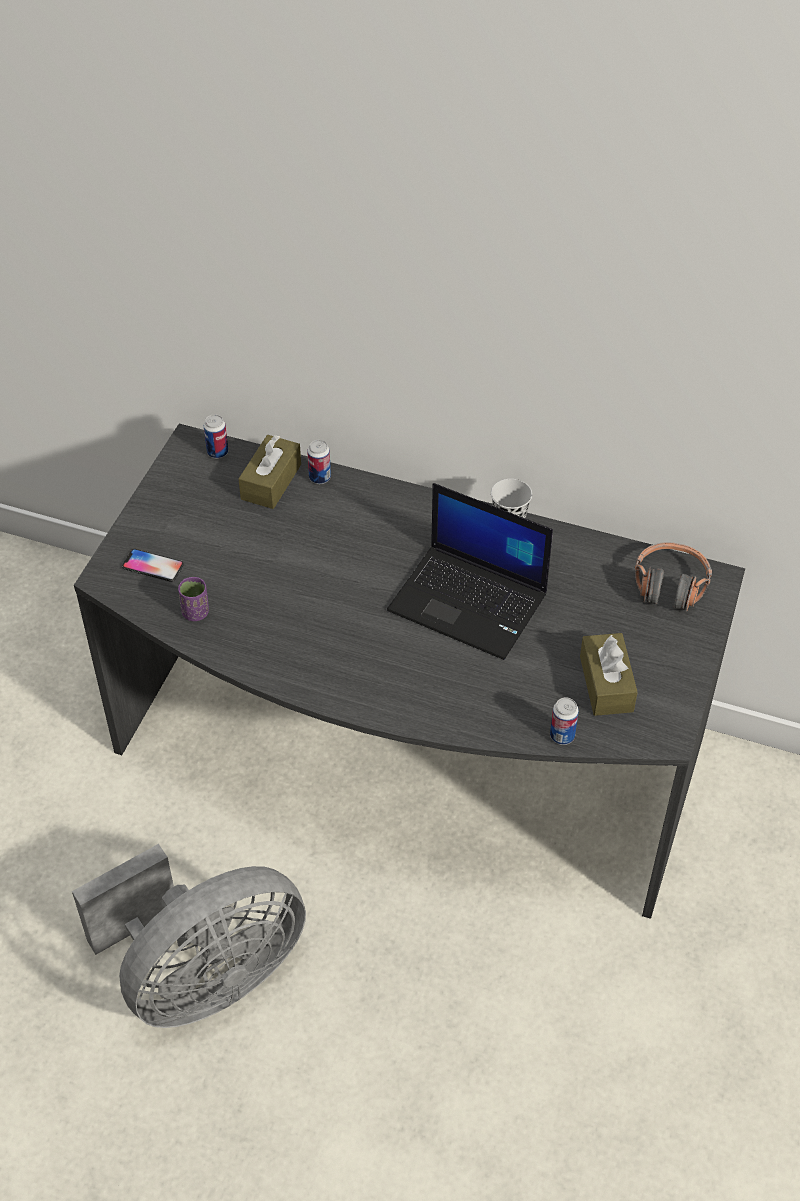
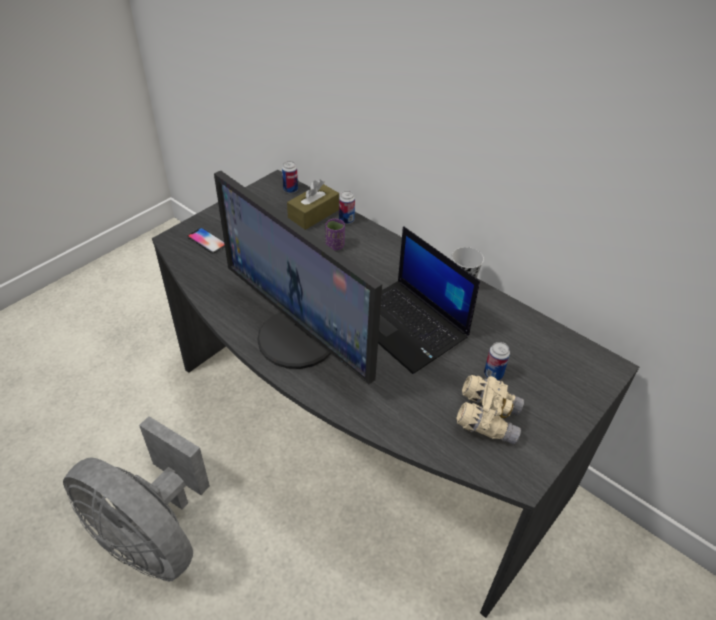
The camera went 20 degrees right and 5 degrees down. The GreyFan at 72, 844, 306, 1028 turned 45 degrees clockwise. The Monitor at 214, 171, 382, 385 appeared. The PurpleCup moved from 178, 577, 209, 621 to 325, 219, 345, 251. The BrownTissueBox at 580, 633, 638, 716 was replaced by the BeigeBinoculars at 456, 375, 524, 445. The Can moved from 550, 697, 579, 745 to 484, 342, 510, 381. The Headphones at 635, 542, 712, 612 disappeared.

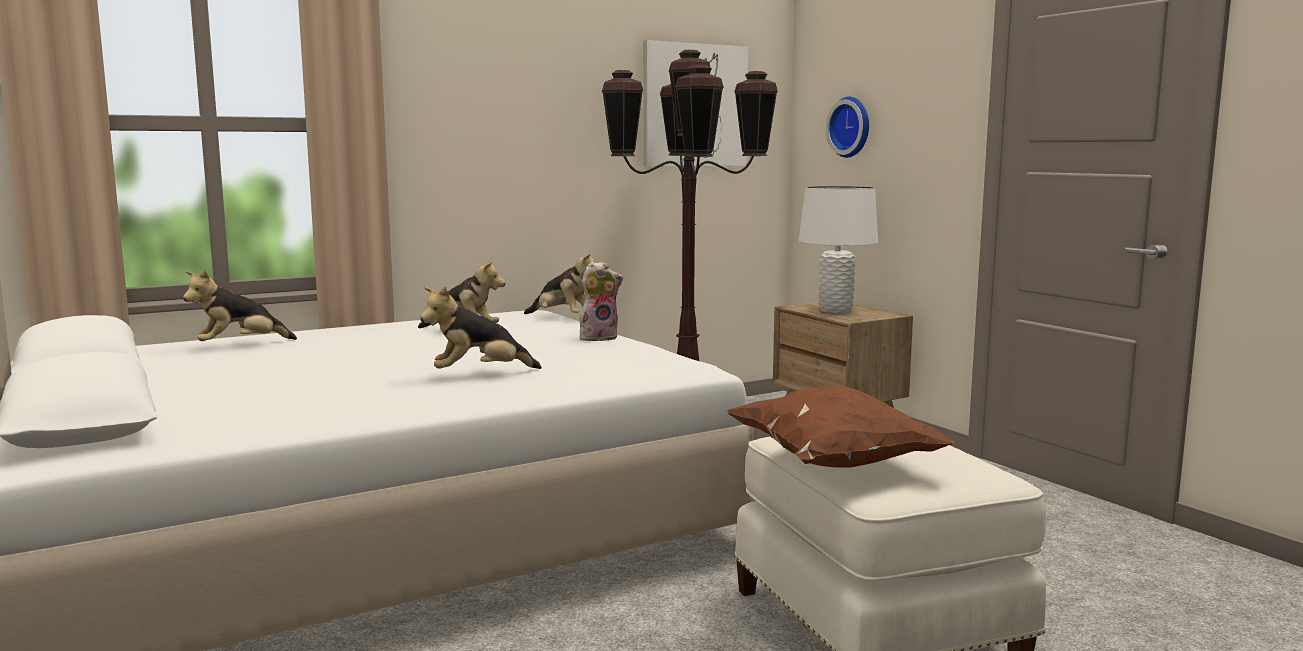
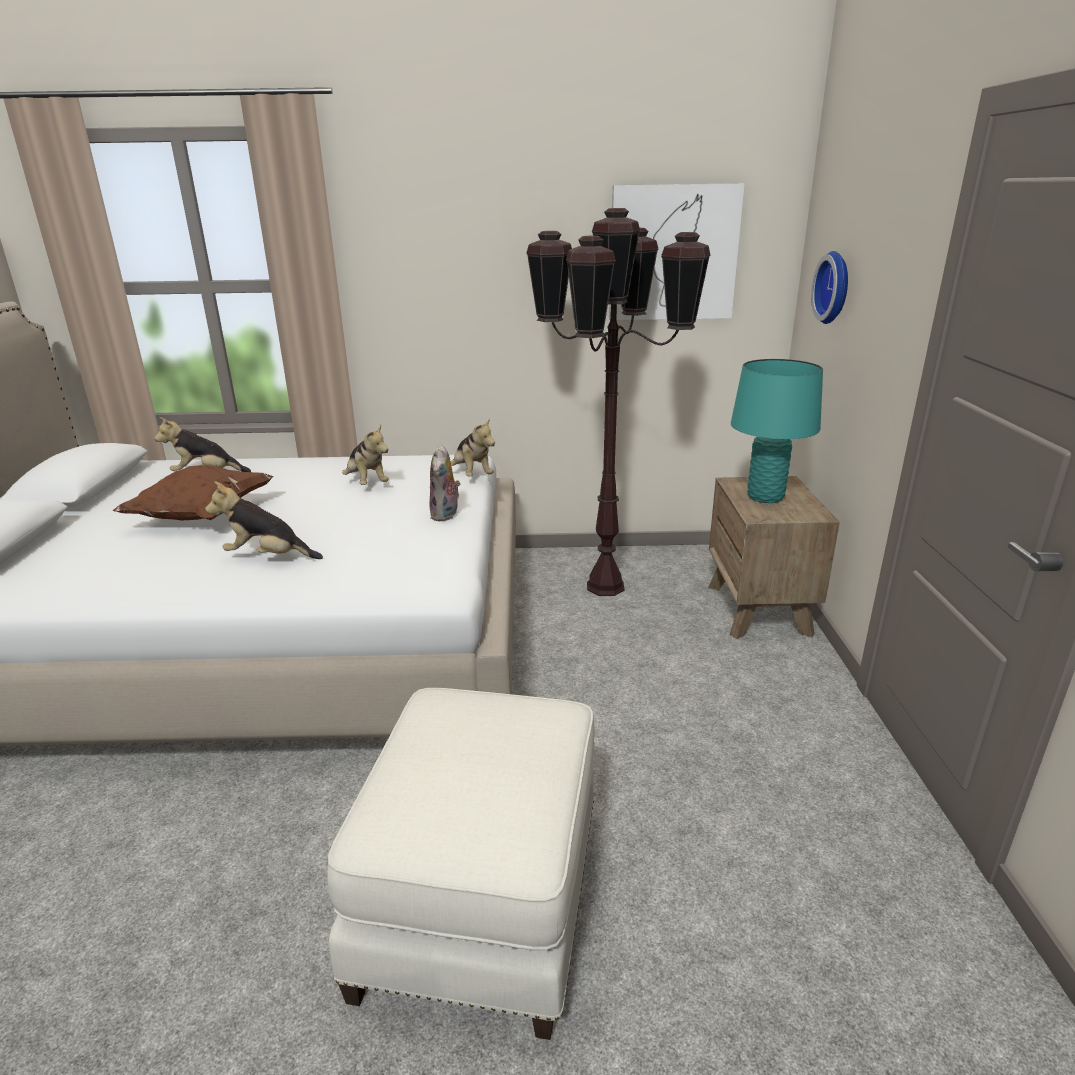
The camera went 30 degrees right and 15 degrees up. The BrownPillow moved from 727, 385, 955, 468 to 113, 465, 274, 521. The PlushToy at 580, 261, 623, 341 turned 90 degrees clockwise. The WhiteTableLamp at 799, 186, 878, 313 became the TurquoiseTableLamp at 731, 359, 823, 503.

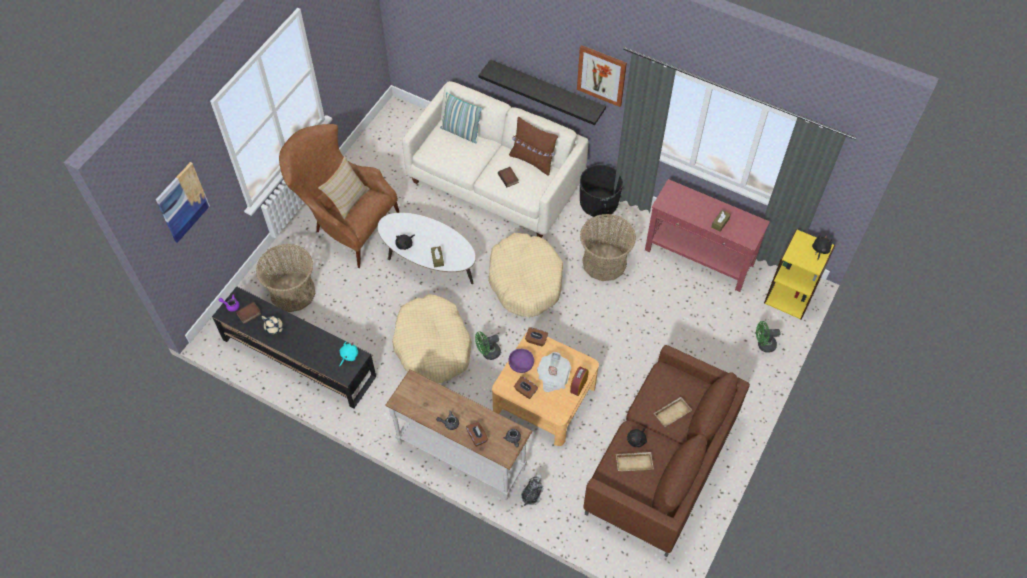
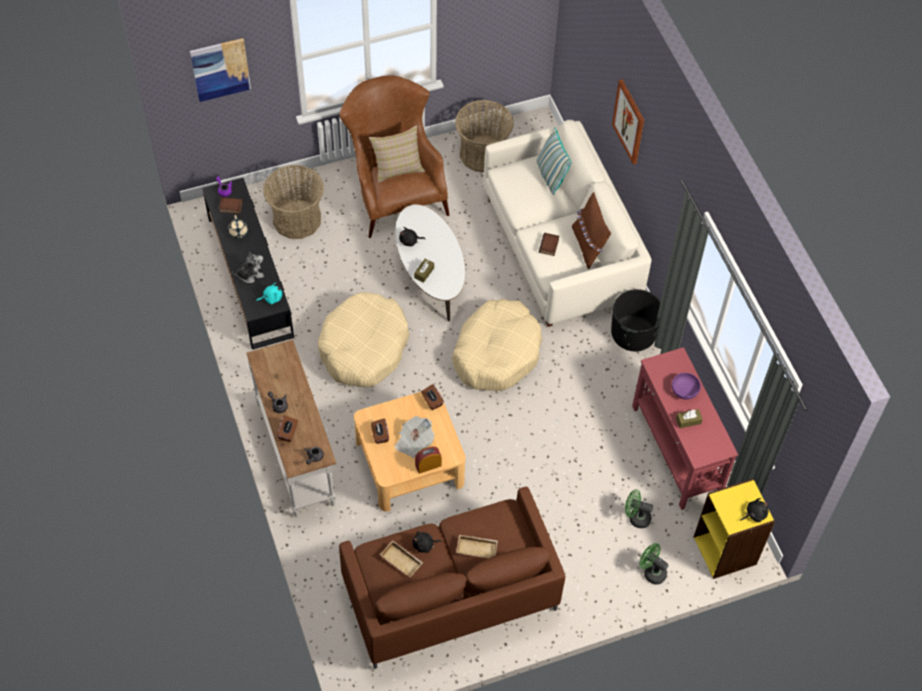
The camera went 40 degrees right and 0 degrees up. The PlushToy moved from 521, 474, 544, 506 to 232, 252, 264, 283. The Basket moved from 580, 214, 636, 281 to 455, 100, 514, 172. The Picture moved from 577, 45, 627, 107 to 612, 79, 644, 164. The GreenFan moved from 475, 331, 501, 360 to 625, 489, 653, 528. The PurpleBowl moved from 508, 349, 534, 373 to 672, 373, 701, 399. The BlackShelf at 479, 59, 606, 125 disappeared.

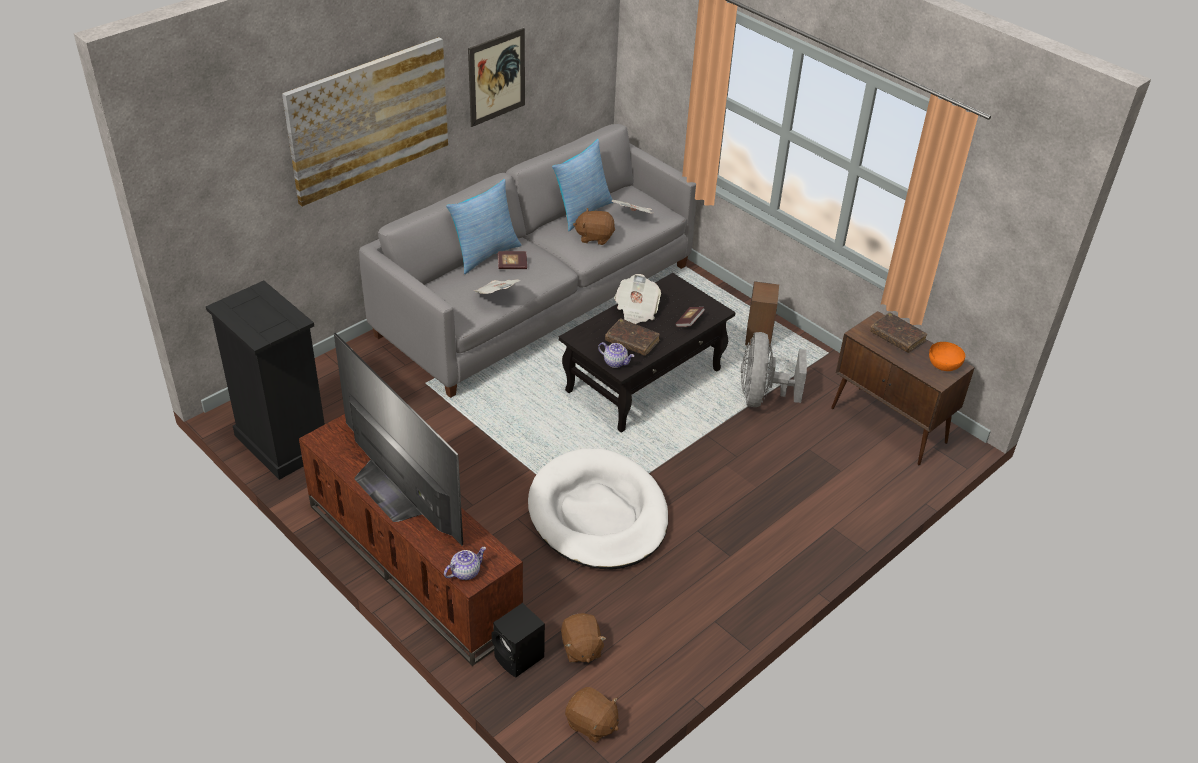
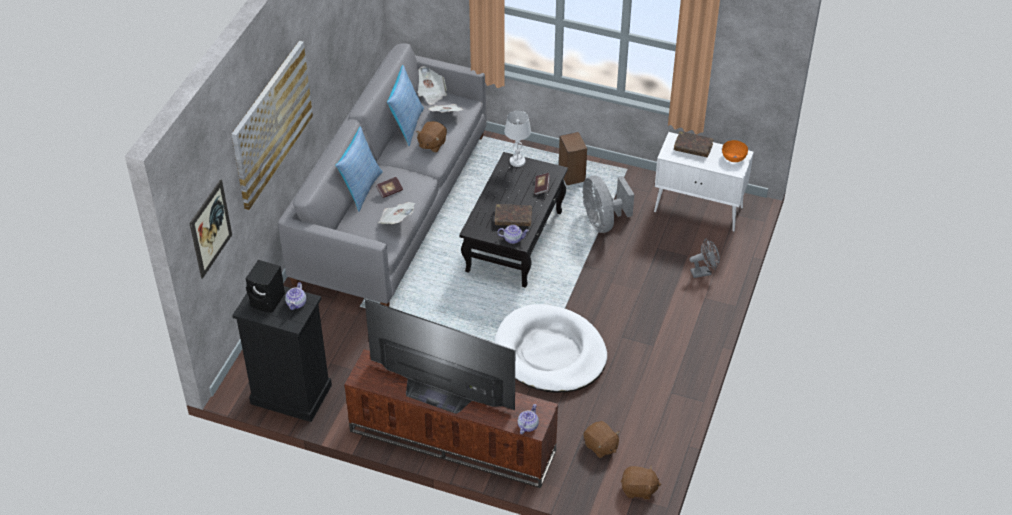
The camera went 25 degrees left and 5 degrees up. The Picture moved from 468, 28, 525, 127 to 189, 179, 232, 279. The BlackSpeaker moved from 491, 603, 545, 677 to 245, 260, 285, 313. The Teapot at 285, 282, 306, 310 appeared. The BrownPlushToy at 573, 208, 615, 245 turned 45 degrees counterclockwise. The Newspaper moved from 615, 274, 661, 324 to 417, 66, 447, 105. The WhiteTableLamp at 504, 111, 531, 167 appeared. The BrownCabinet at 831, 311, 975, 465 became the WhiteCabinet at 654, 132, 753, 232. The GreyFan at 689, 238, 720, 278 appeared.

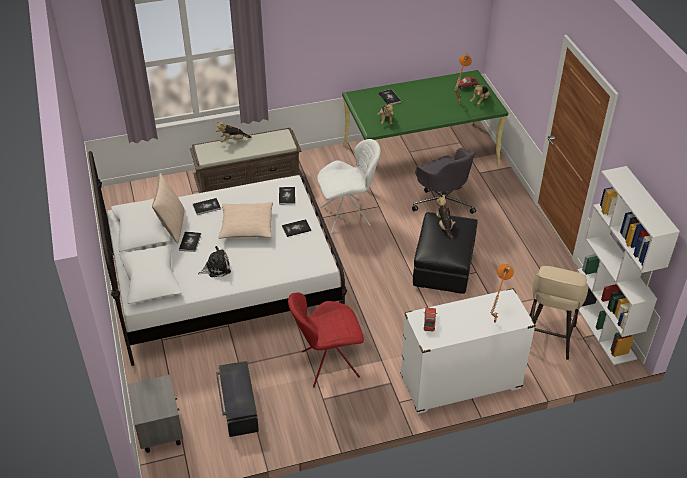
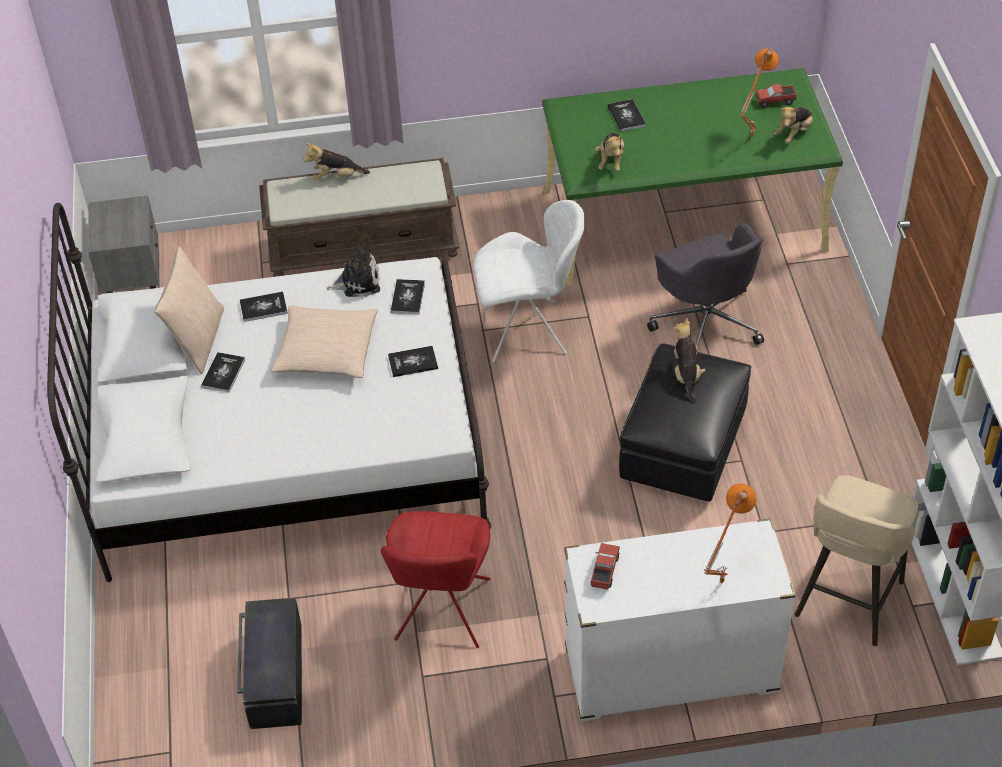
The camera went 10 degrees right and 5 degrees up. The GreyNightstand moved from 128, 375, 183, 453 to 88, 196, 159, 293. The PlushToy moved from 198, 246, 231, 277 to 327, 246, 380, 297. The RedChair at 288, 292, 364, 388 turned 75 degrees counterclockwise.

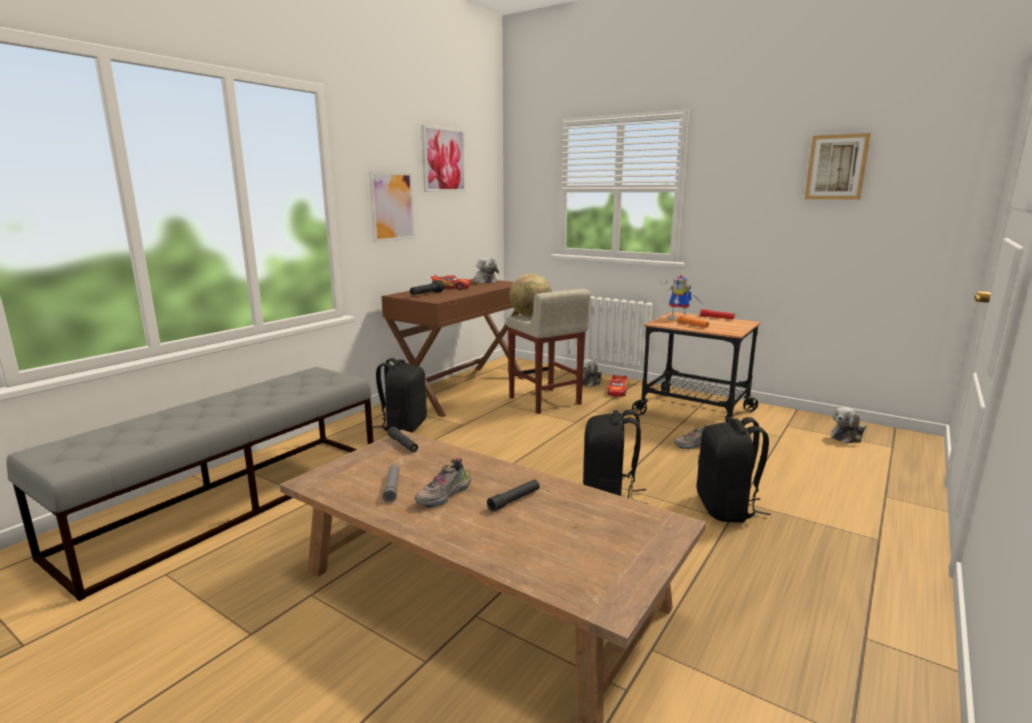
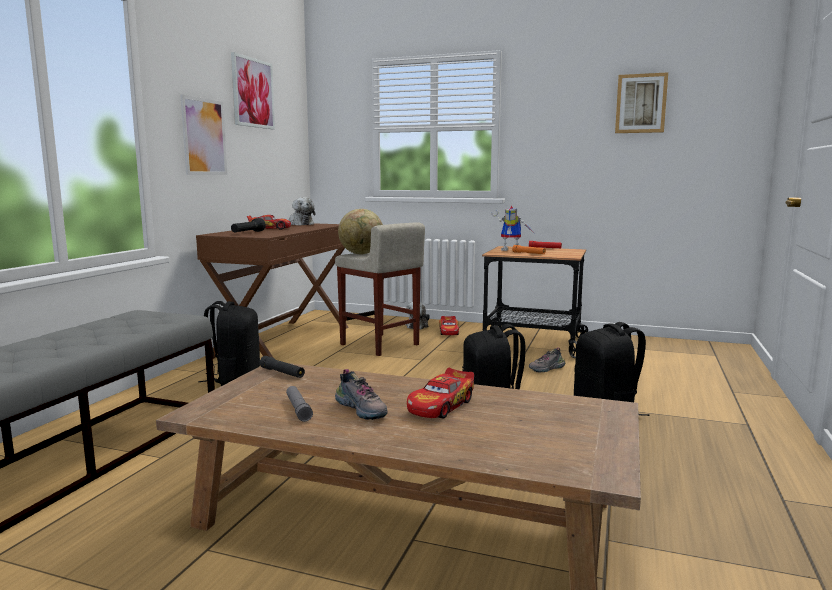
The camera went 15 degrees left and 5 degrees down. The Shoe at 415, 457, 471, 508 turned 60 degrees counterclockwise. The BlackFlashlight at 487, 479, 540, 512 was replaced by the ToyCar at 407, 368, 474, 419. The PlushToy at 831, 408, 866, 444 disappeared.

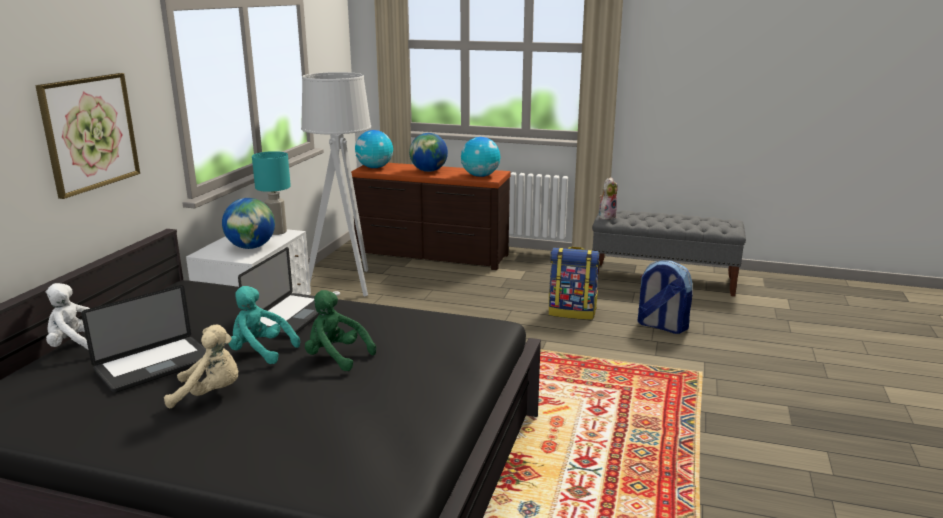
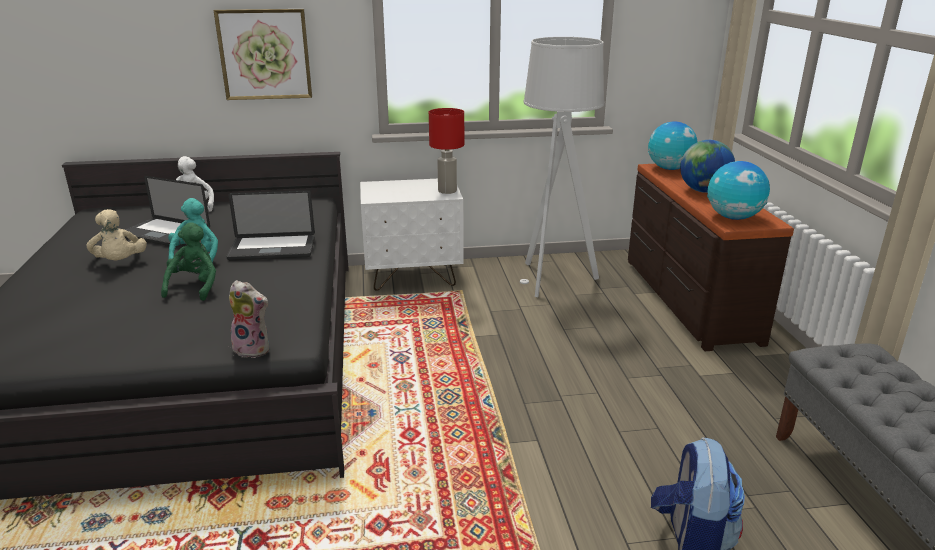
The camera went 65 degrees right and 5 degrees up. The PlushToy moved from 599, 177, 618, 220 to 229, 280, 269, 358. The TurquoiseTableLamp at 252, 151, 291, 235 became the RedTableLamp at 429, 108, 464, 194. The Globe at 222, 198, 275, 249 disappeared. The Backpack at 549, 247, 600, 320 disappeared.

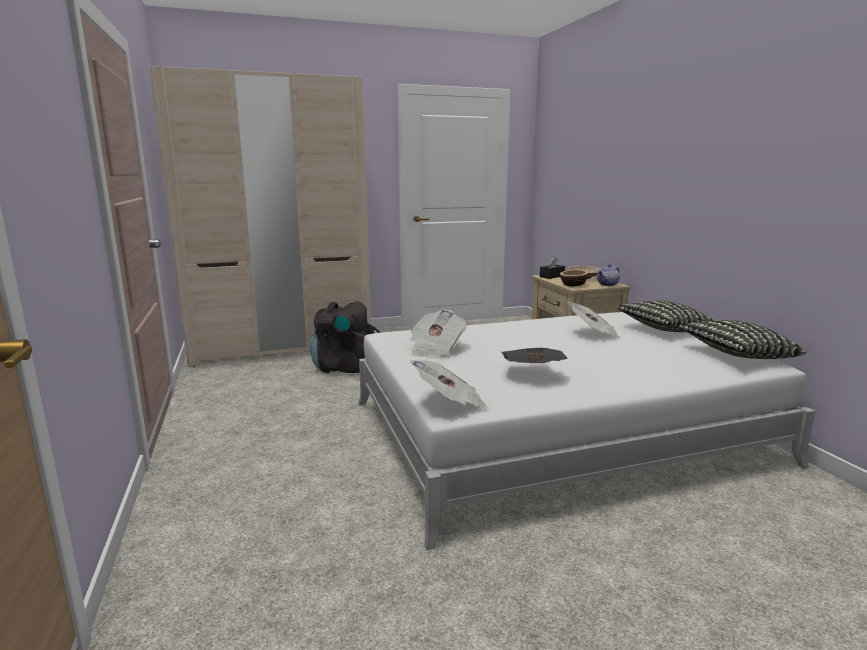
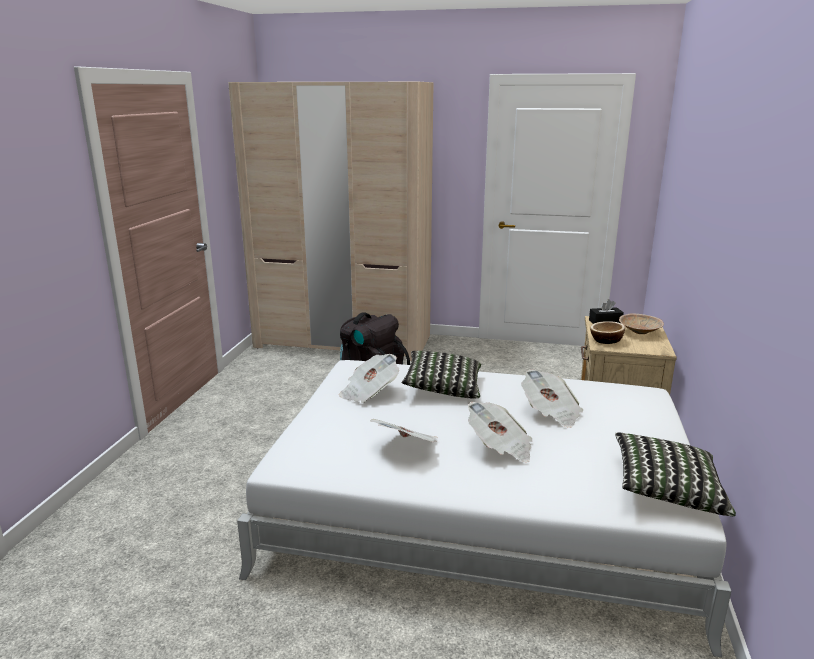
The camera went 30 degrees right and 5 degrees up. The Pillow moved from 617, 300, 713, 332 to 402, 351, 481, 399. The Newspaper moved from 410, 360, 488, 409 to 468, 402, 532, 463. The Teapot at 597, 264, 620, 286 disappeared.

